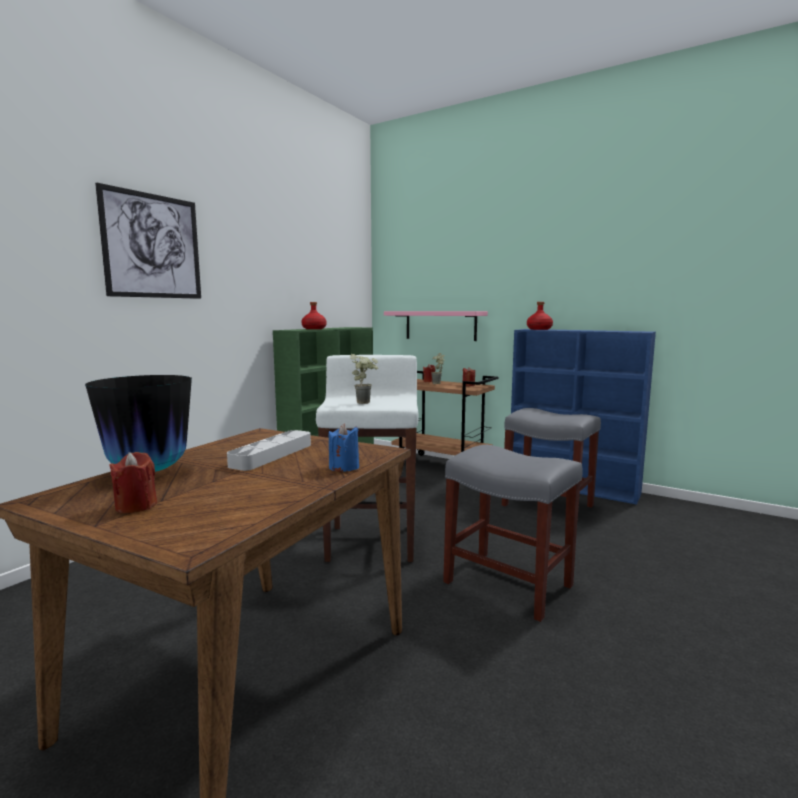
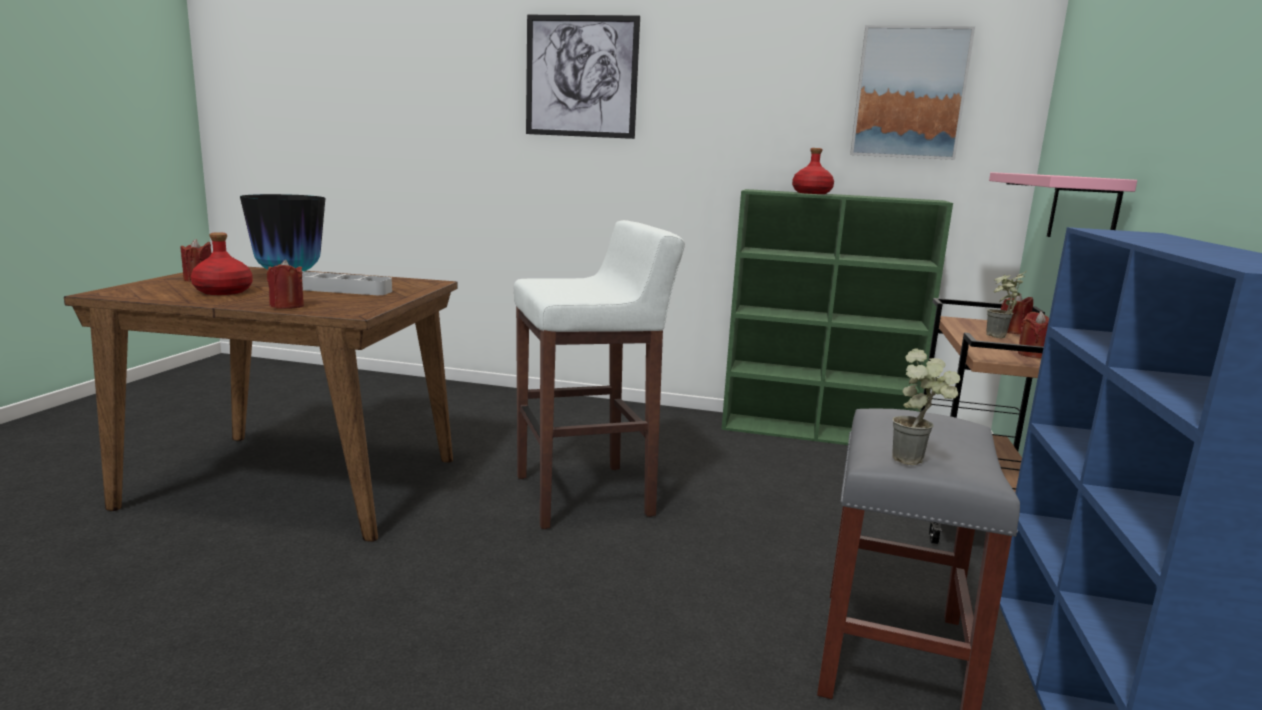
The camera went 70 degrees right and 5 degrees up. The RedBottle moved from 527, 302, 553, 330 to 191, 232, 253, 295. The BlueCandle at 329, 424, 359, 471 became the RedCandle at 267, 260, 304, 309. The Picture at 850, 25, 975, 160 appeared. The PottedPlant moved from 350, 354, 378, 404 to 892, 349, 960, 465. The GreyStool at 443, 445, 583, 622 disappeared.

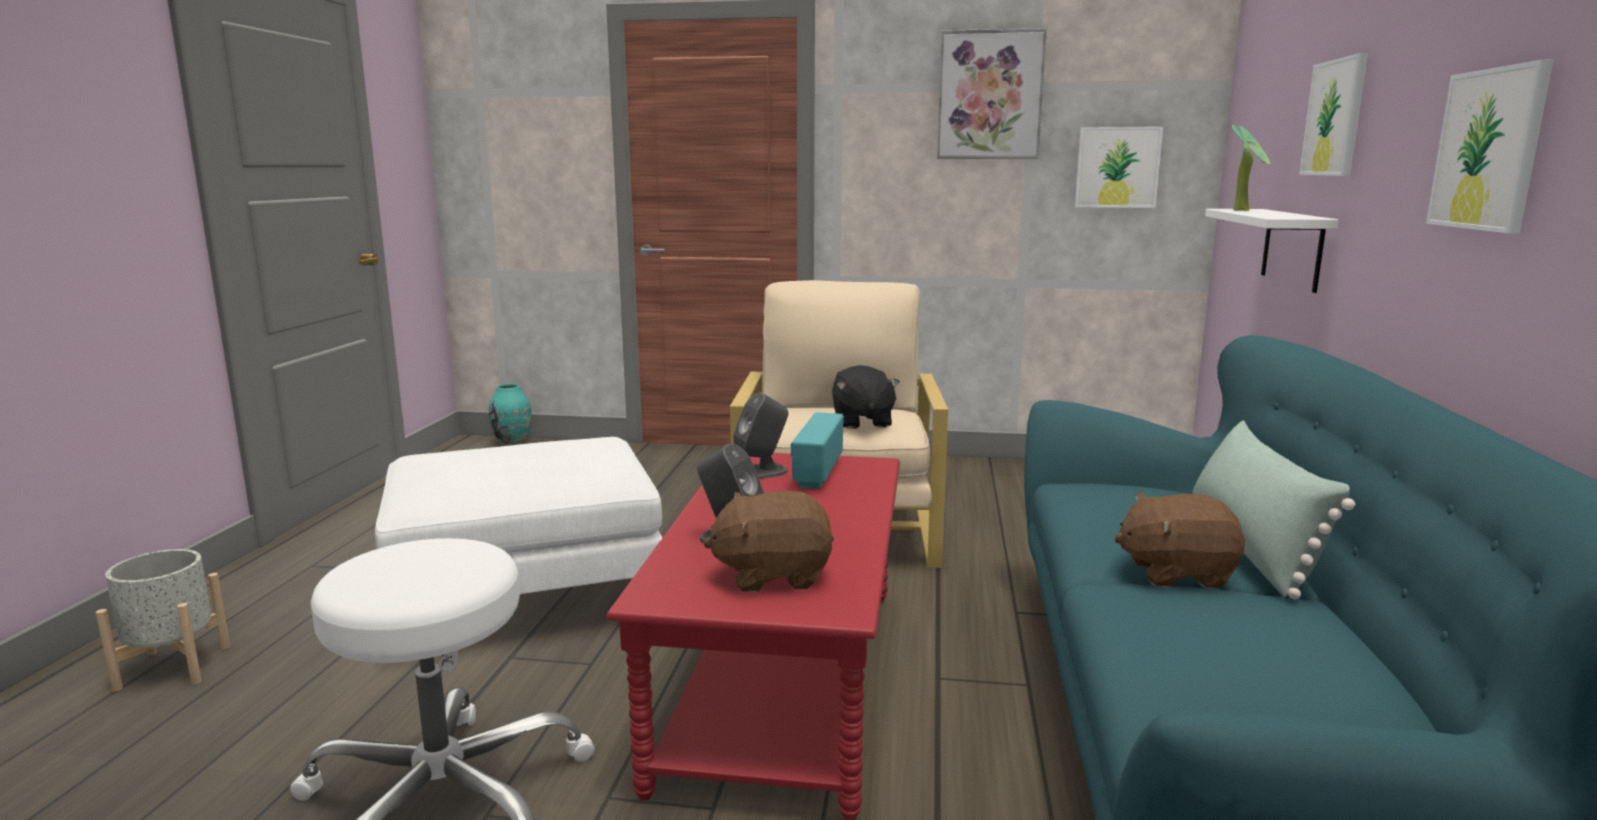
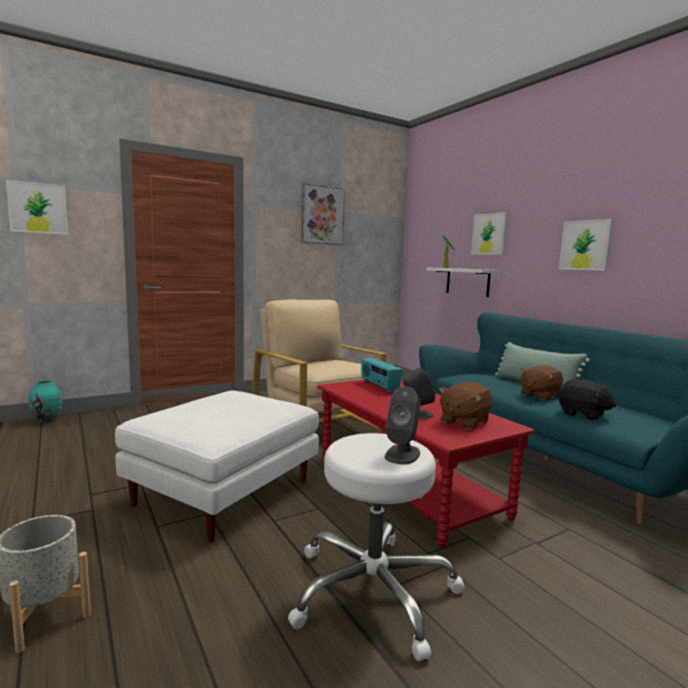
The camera went 40 degrees left and 5 degrees down. The Picture moved from 1075, 127, 1163, 208 to 6, 180, 68, 235. The GreySpeaker moved from 733, 393, 788, 479 to 385, 386, 420, 464. The BlackPlushToy moved from 832, 365, 900, 429 to 558, 379, 616, 421.

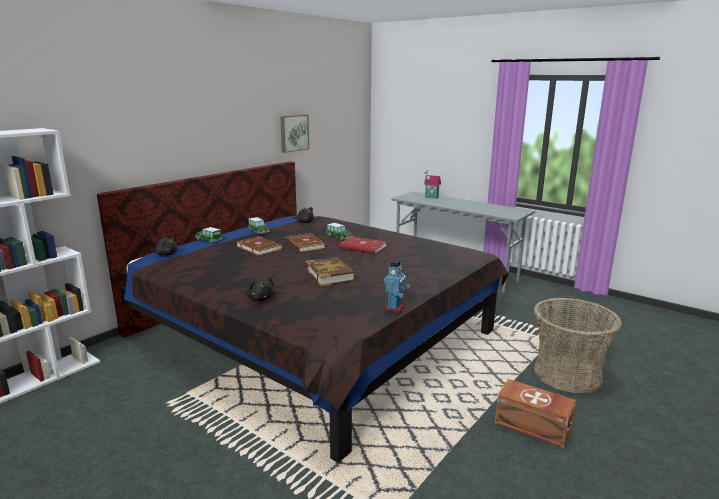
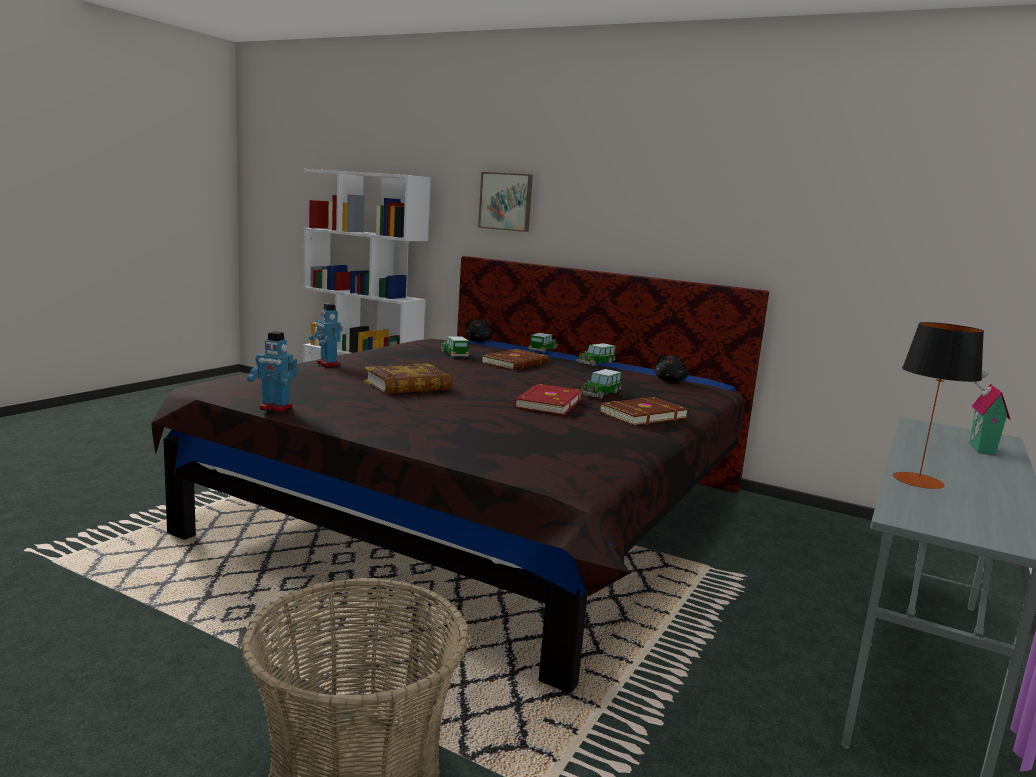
The camera went 80 degrees right and 5 degrees down. The BlackPlushToy at 246, 278, 275, 301 was replaced by the ToyRobot at 309, 304, 343, 367. The ToyCar at 441, 336, 469, 358 appeared. The Picture moved from 280, 115, 309, 153 to 478, 172, 533, 232. The BrownBook moved from 286, 233, 325, 252 to 599, 397, 689, 426. The TableLamp at 893, 322, 984, 489 appeared. The BrownStorageBox at 495, 379, 576, 448 disappeared.

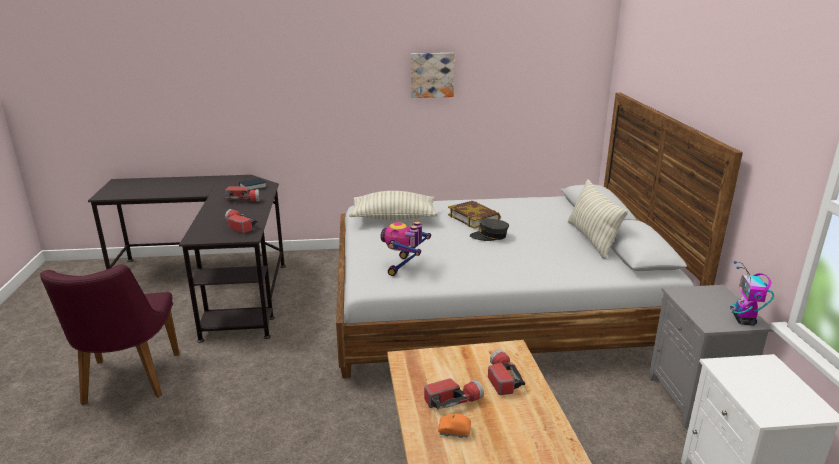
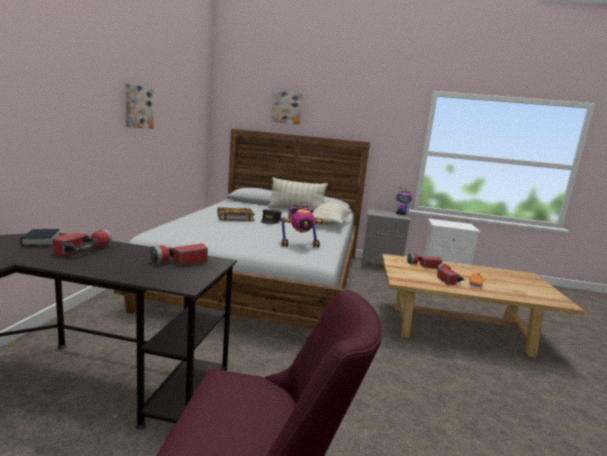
The camera went 75 degrees left and 10 degrees down. The Picture at 271, 91, 303, 124 appeared. The ToyRobot at 380, 221, 431, 276 turned 45 degrees counterclockwise. The Pillow moved from 349, 191, 438, 220 to 312, 202, 352, 225.

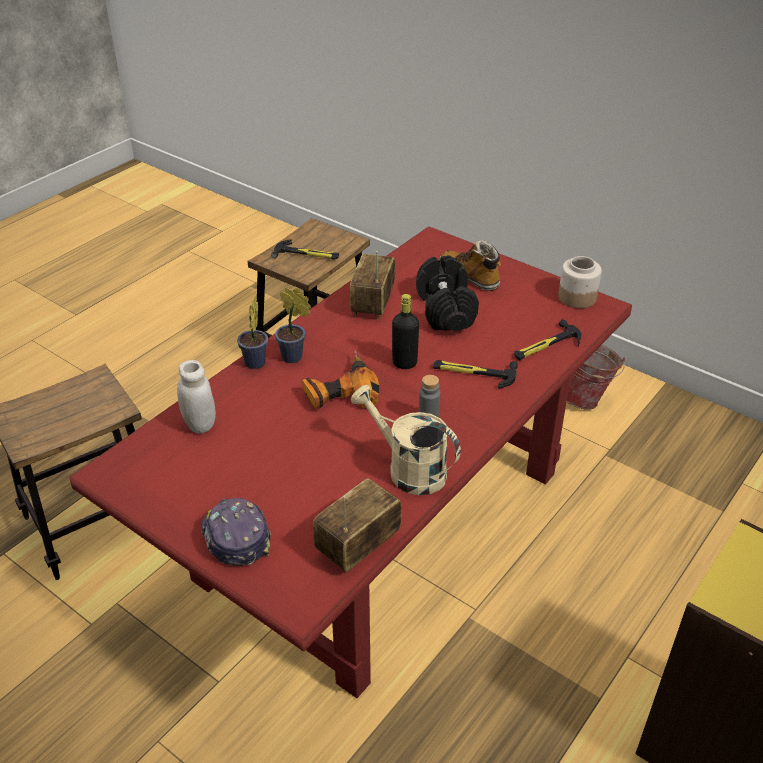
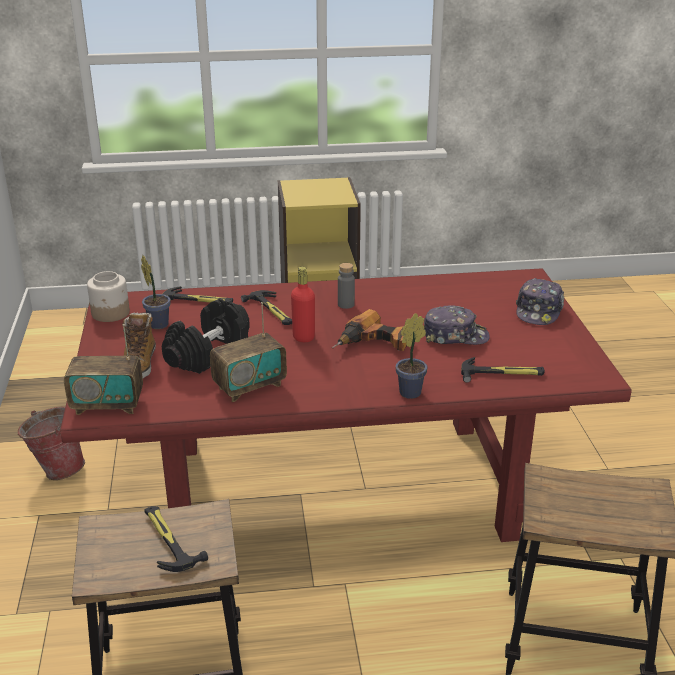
The camera went 135 degrees left and 10 degrees down. The Radio moved from 313, 478, 402, 573 to 64, 324, 143, 415. The PottedPlant moved from 275, 288, 311, 363 to 141, 255, 171, 329. The BlackBottle at 392, 294, 419, 369 became the RedBottle at 291, 267, 315, 342. The Cap at 424, 306, 490, 345 appeared. The WhiteJar at 177, 360, 216, 433 was replaced by the Hammer at 461, 357, 545, 383. The BeigeWateringCan at 351, 385, 461, 495 disappeared.

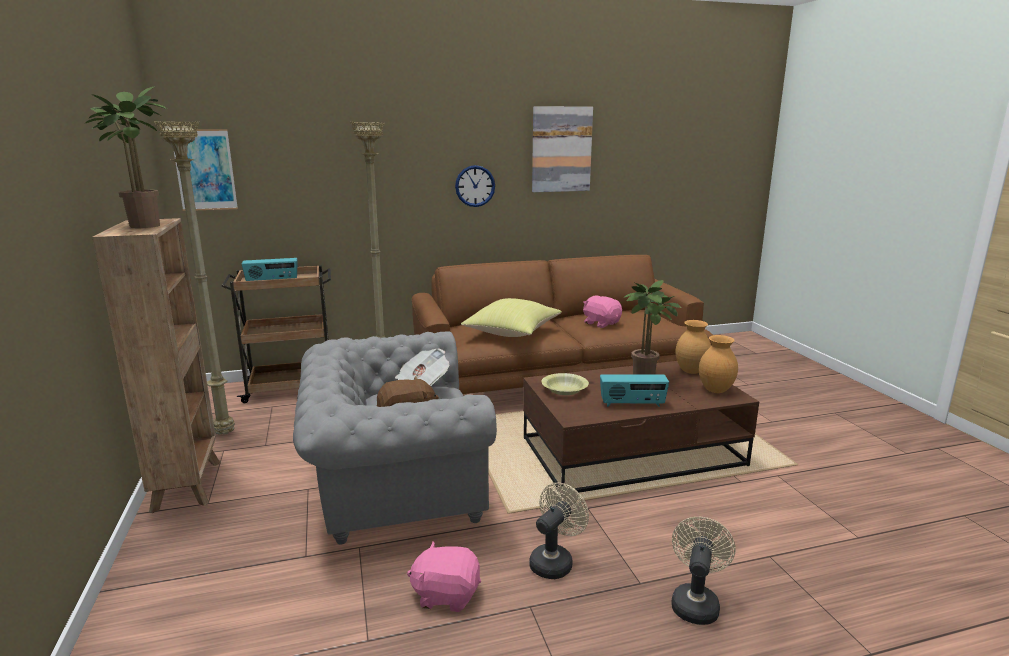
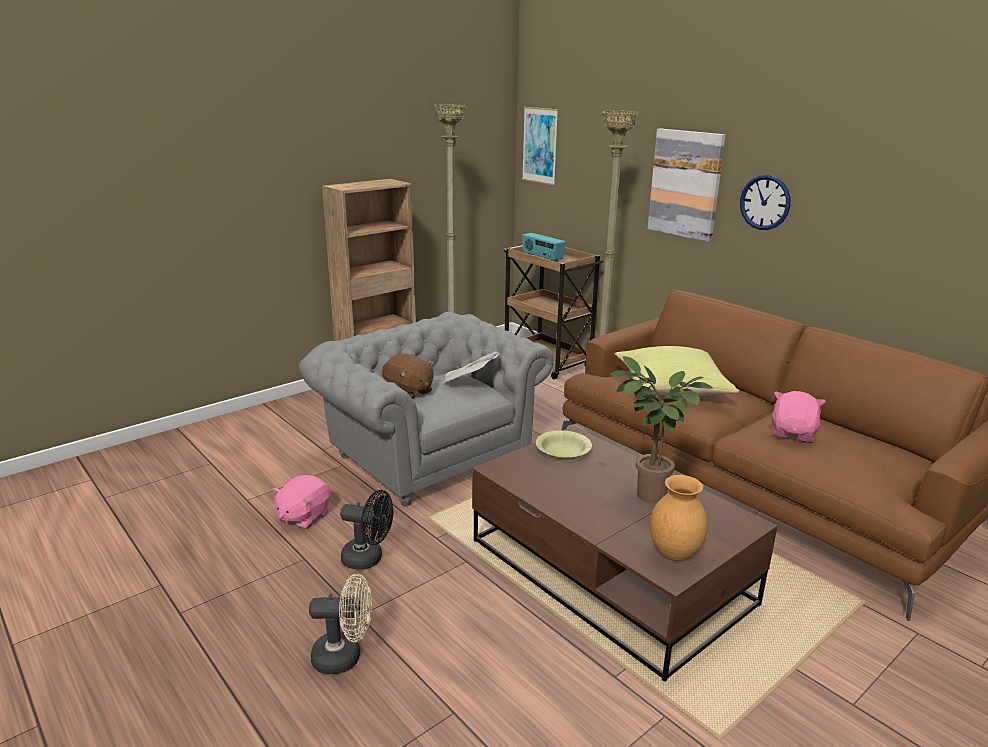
The camera went 65 degrees right and 5 degrees up. The PinkPlushToy at 407, 541, 481, 612 turned 135 degrees counterclockwise. The BeigeFan at 529, 483, 589, 579 became the BlackFan at 340, 490, 393, 570. The Picture moved from 532, 106, 593, 192 to 648, 128, 726, 242. The PottedPlant at 86, 86, 167, 228 disappeared. The Radio at 600, 375, 669, 407 disappeared. The BrownVase at 675, 320, 711, 374 disappeared.

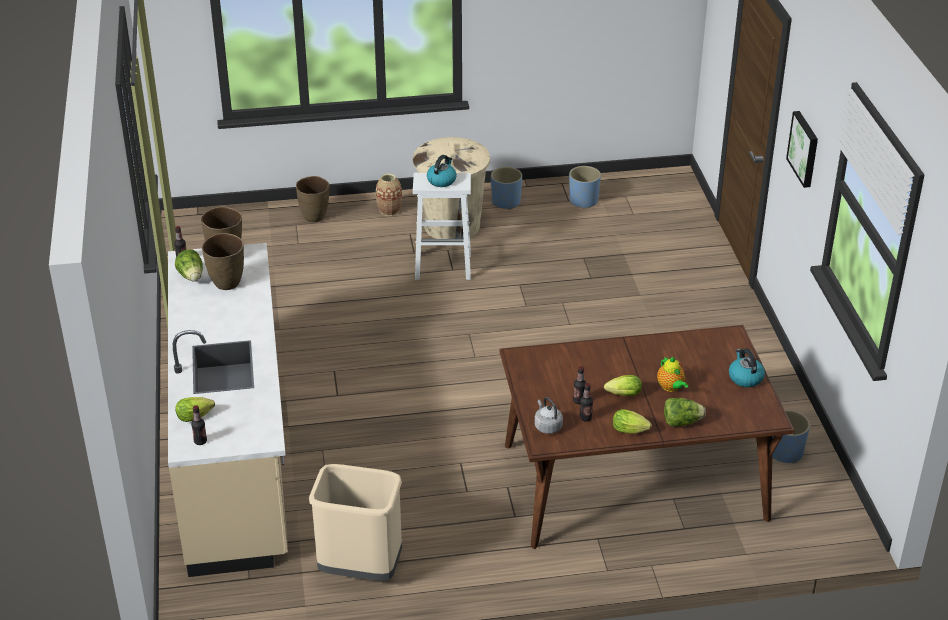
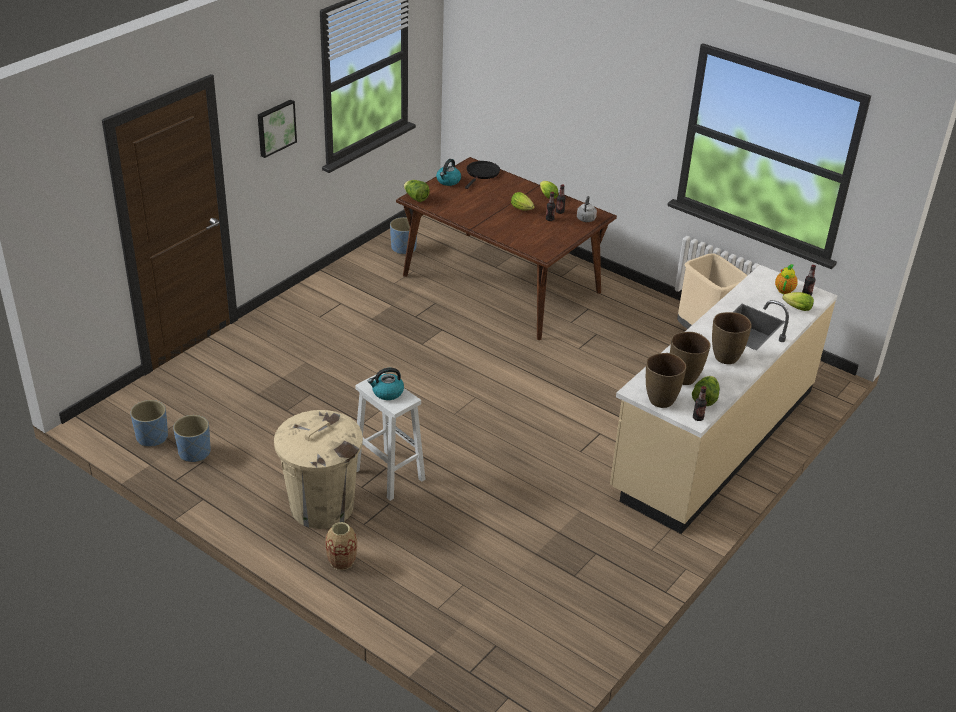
The camera went 135 degrees left and 0 degrees up. The BluePlanter moved from 491, 167, 522, 210 to 130, 400, 168, 447. The Lettuce moved from 664, 398, 706, 427 to 404, 180, 430, 202. The BlackFryingPan at 465, 161, 500, 189 appeared. The BrownVase moved from 296, 176, 330, 222 to 712, 312, 752, 364. The Teapot moved from 657, 357, 688, 392 to 775, 264, 798, 294.

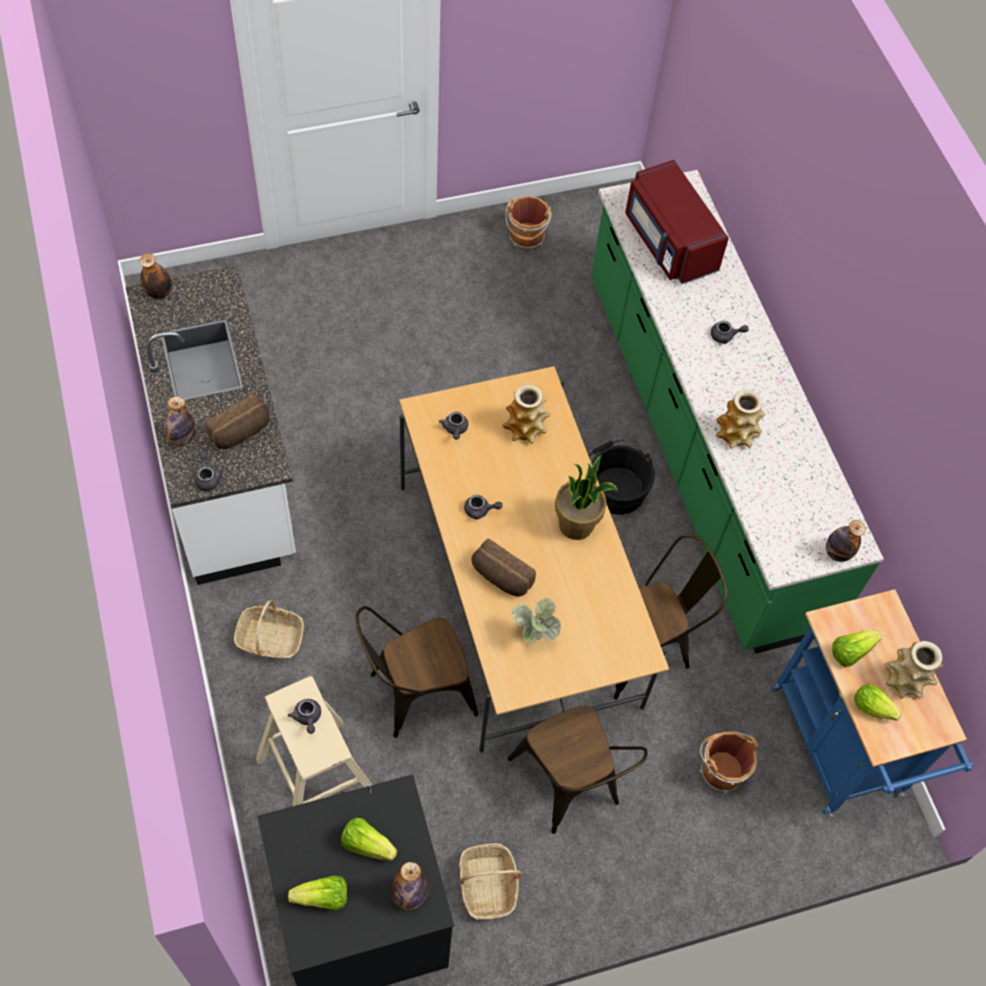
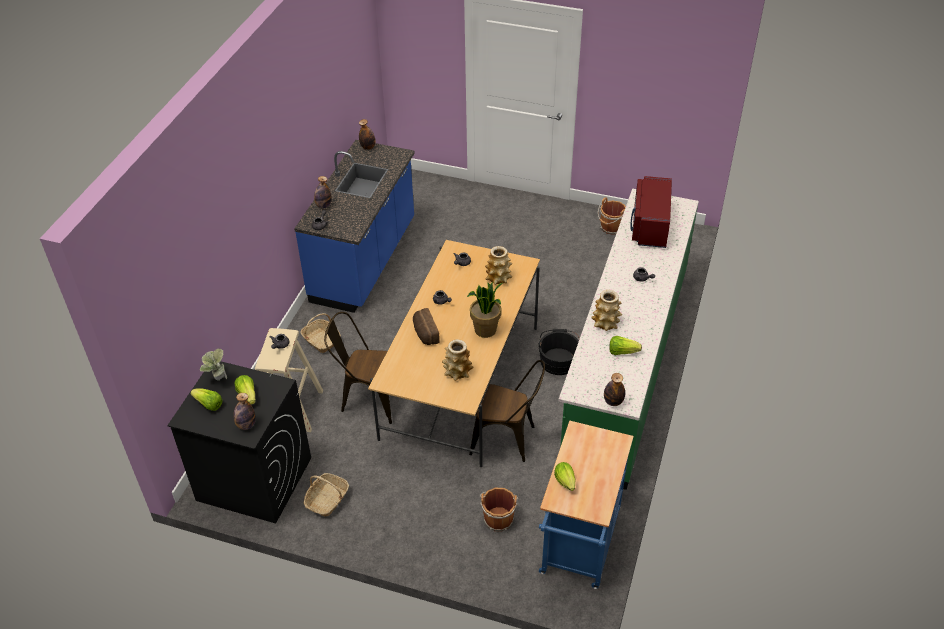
The camera went 40 degrees right and 15 degrees down. The PottedPlant moved from 512, 598, 561, 643 to 200, 349, 227, 381. The WhiteCounter at 126, 265, 296, 585 became the BlueCounter at 294, 140, 415, 313. The Vase moved from 885, 641, 944, 699 to 442, 339, 473, 381. The Lettuce moved from 832, 630, 882, 667 to 609, 336, 642, 355. The Bread at 206, 394, 270, 449 disappeared. The BrownChair at 508, 706, 648, 834 disappeared.

